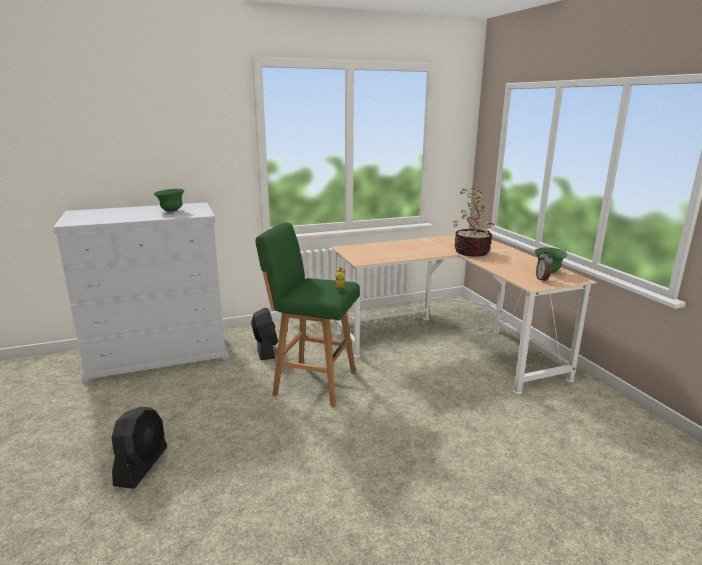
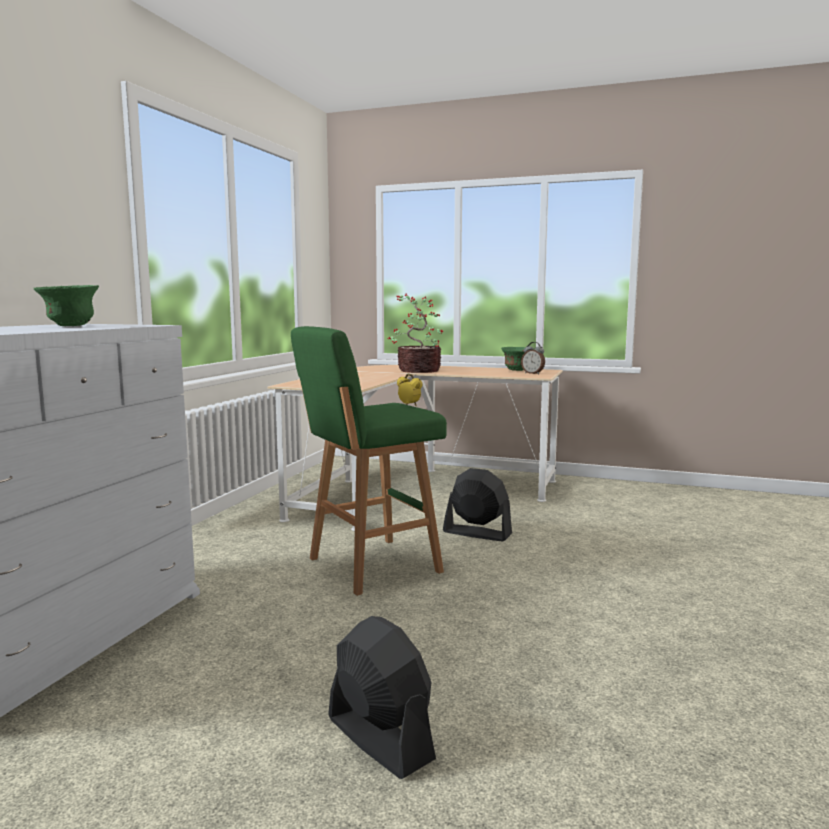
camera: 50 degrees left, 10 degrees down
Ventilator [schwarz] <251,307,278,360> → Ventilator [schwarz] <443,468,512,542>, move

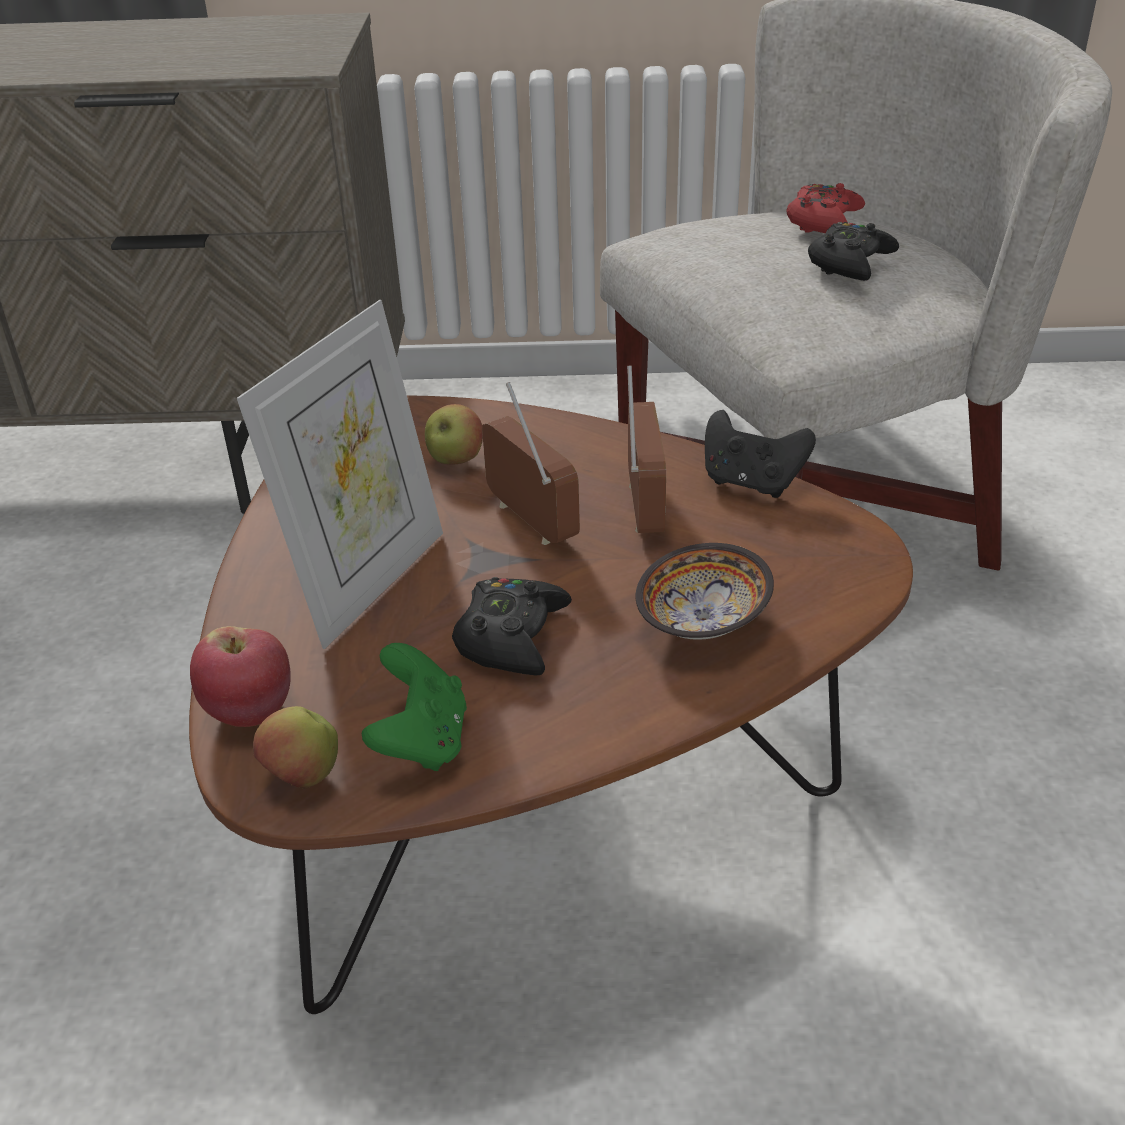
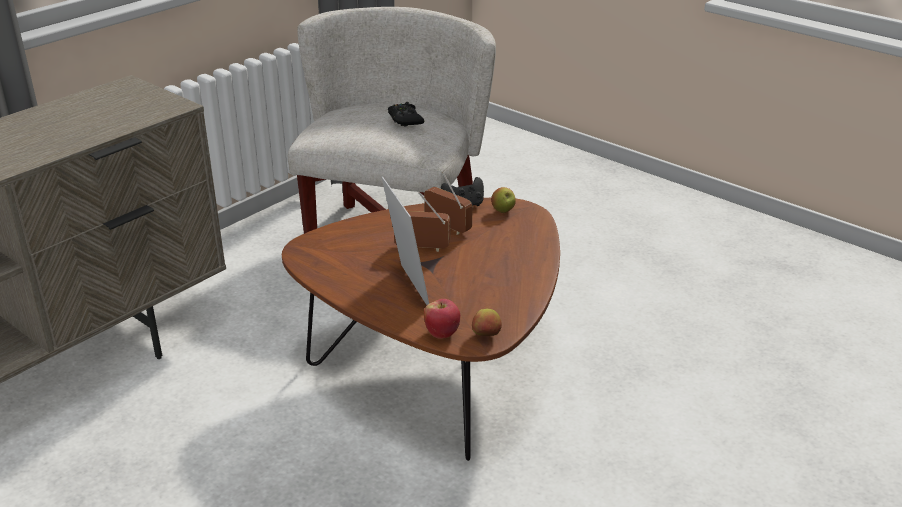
camera: 50 degrees left, 5 degrees down
Gamepad [grün] <362,643,467,771> → -
Apfel <425,404,483,465> → Apfel <491,187,516,213>, move
Gamepad [schwarz] <452,577,572,675> → -
Schüssel <636,543,774,640> → -
Gamepad [rot] <787,183,865,233> → -

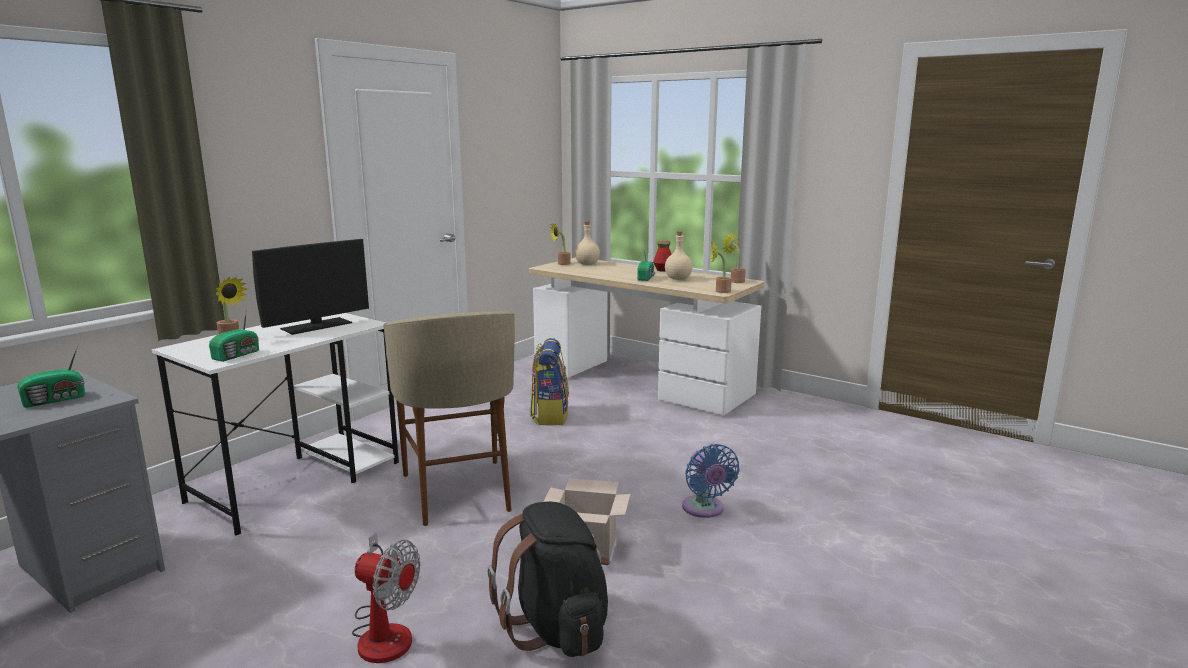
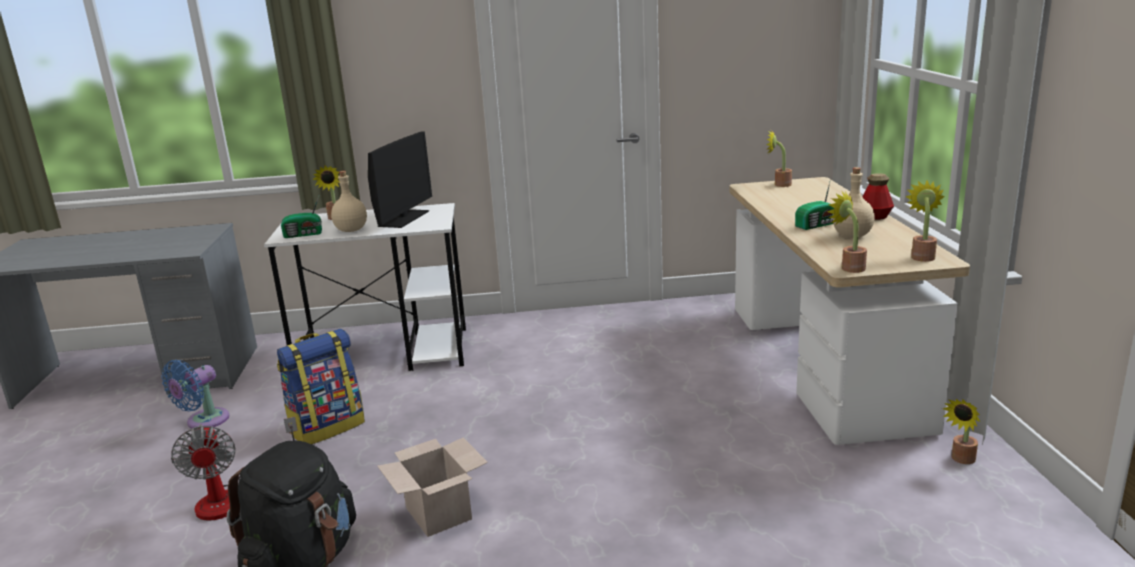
camera: 50 degrees right, 5 degrees up
Radio <17,343,85,408> → -
Monitor <252,239,369,335> → Monitor <368,132,432,228>, 75 degrees counterclockwise
Hocker [beige] <384,311,515,526> → -
Rucksack <530,338,569,425> → Rucksack <277,329,365,444>, move
Flasche [beige] <575,221,600,265> → Flasche [beige] <331,171,367,232>, move
Ventilator [blau] <682,444,740,518> → Ventilator [blau] <161,360,229,429>, move
- → Topfpflanze <943,399,980,464>

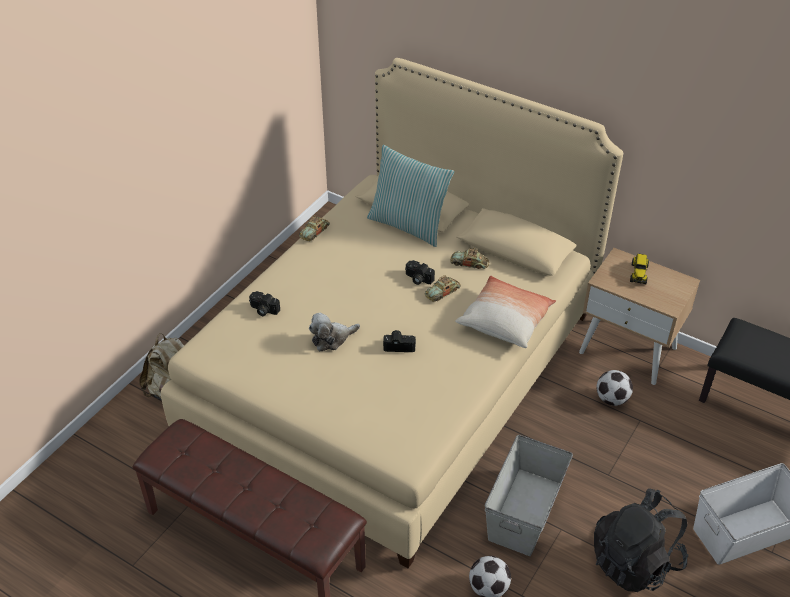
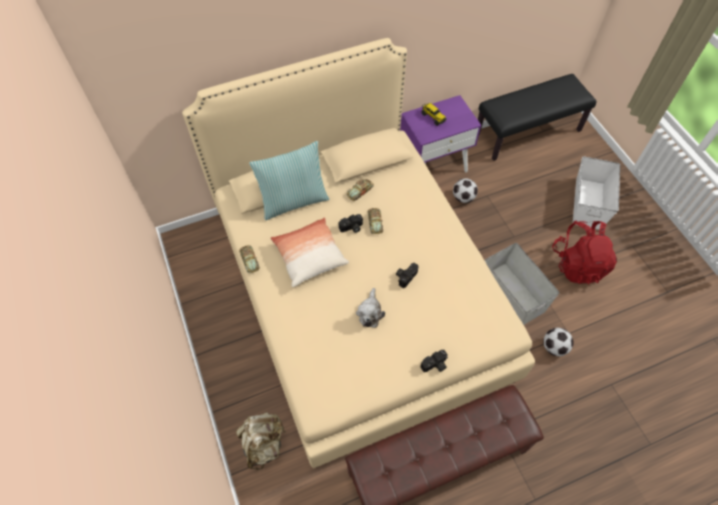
camera: 55 degrees left, 15 degrees up
Kamera <249,291,280,316> → Kamera <420,350,448,372>, move
Kissen <455,276,556,348> → Kissen <270,217,349,287>, move
Nachttisch [beige] <579,248,700,385> → Nachttisch [lila] <400,95,482,172>
Rucksack [schwarz] <594,488,688,592> → Rucksack [rot] <552,221,617,284>

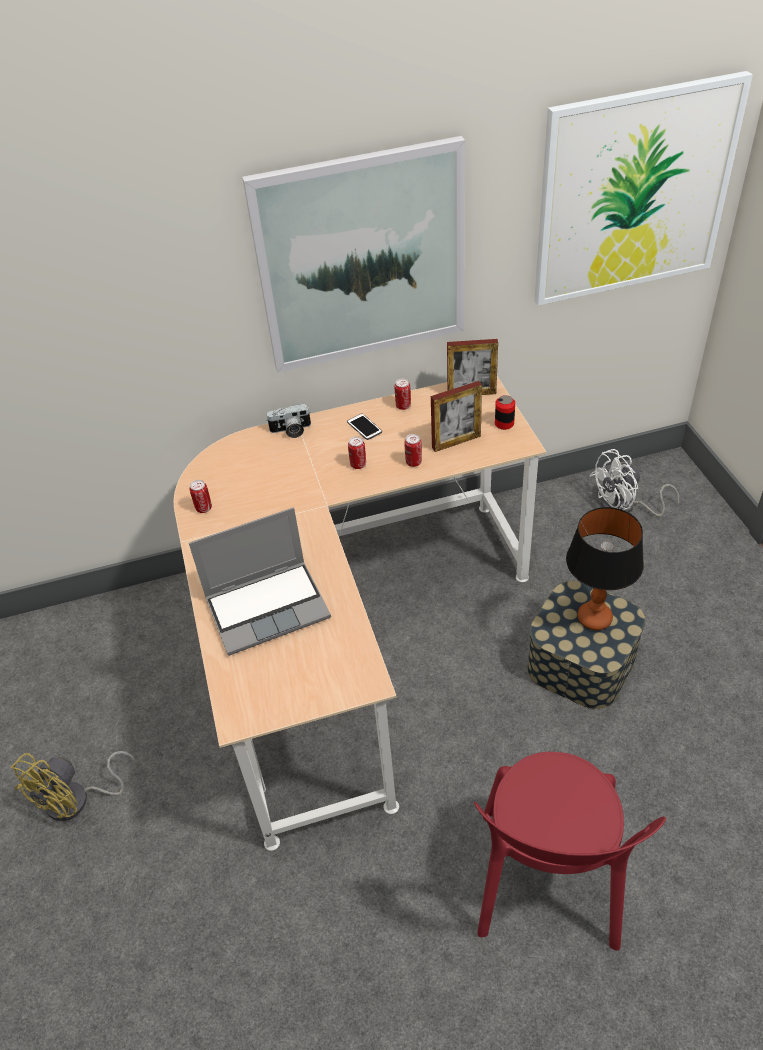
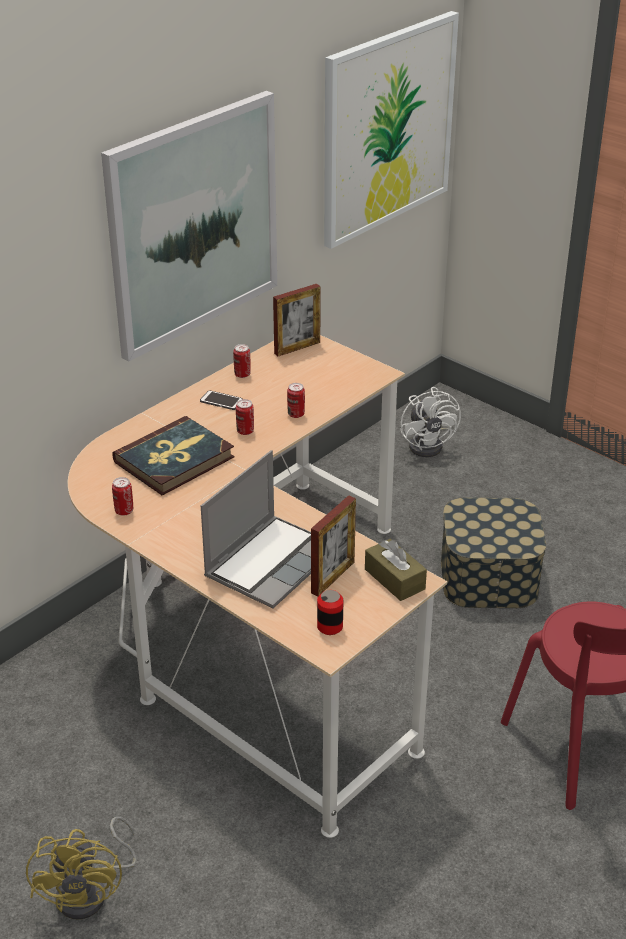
camera: 35 degrees left, 10 degrees down
Kamera <266,404,311,438> → -
Bilderrahmen <431,381,482,452> → Bilderrahmen <311,495,356,596>, move
Dose <495,395,515,430> → Dose <317,590,343,635>, move
Tischlampe <566,507,644,630> → -
Ventilator [weiß] <590,449,679,517> → Ventilator [weiß] <400,387,461,457>, 45 degrees counterclockwise
- → Buch <112,416,234,496>
- → Taschentuchbox [braun] <365,539,427,601>

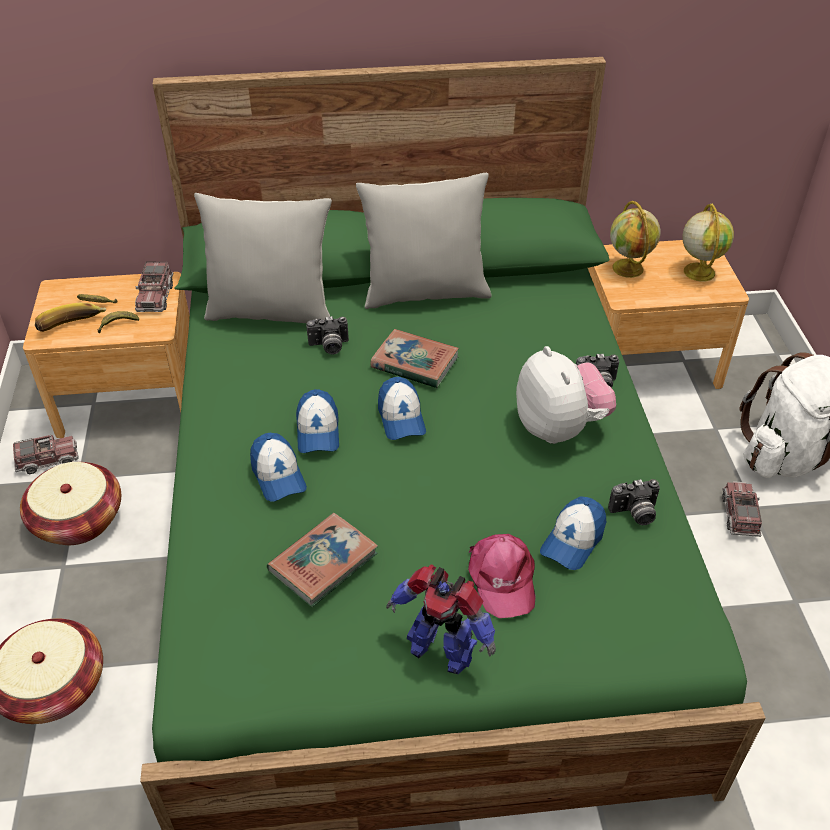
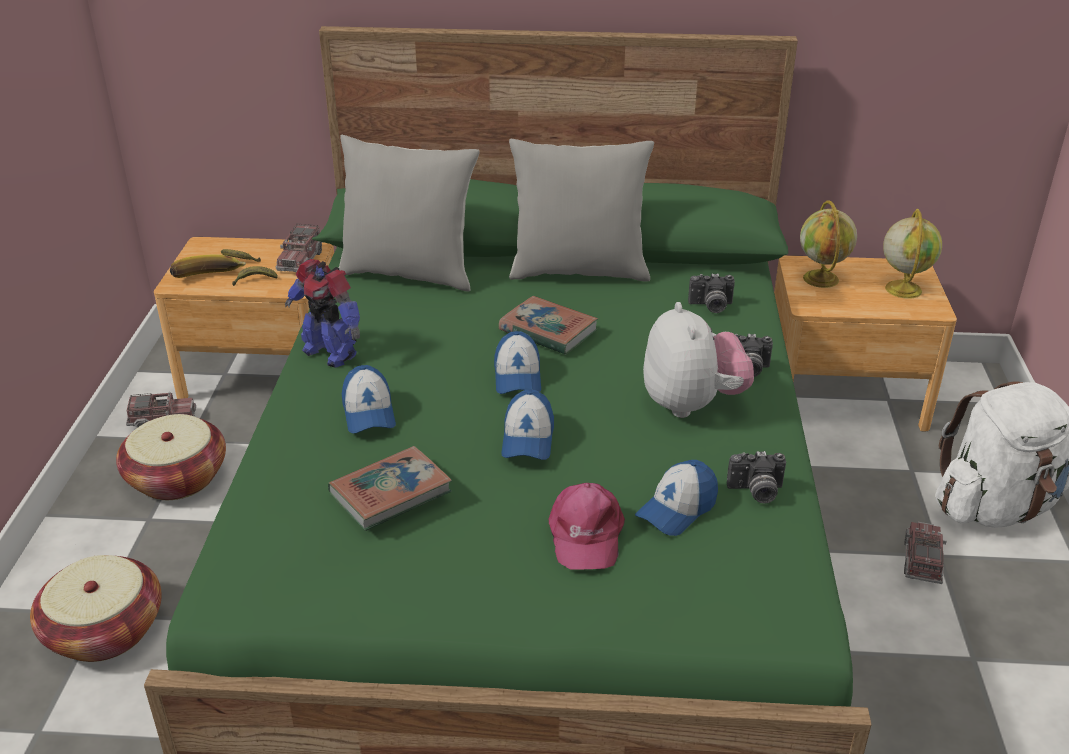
camera: 10 degrees right, 10 degrees down
Kappe <296,389,339,453> → Kappe <501,390,554,460>, move
Kamera <306,316,349,354> → Kamera <688,273,735,313>, move
Spielzeugroboter <386,565,496,674> → Spielzeugroboter <285,259,360,368>, move

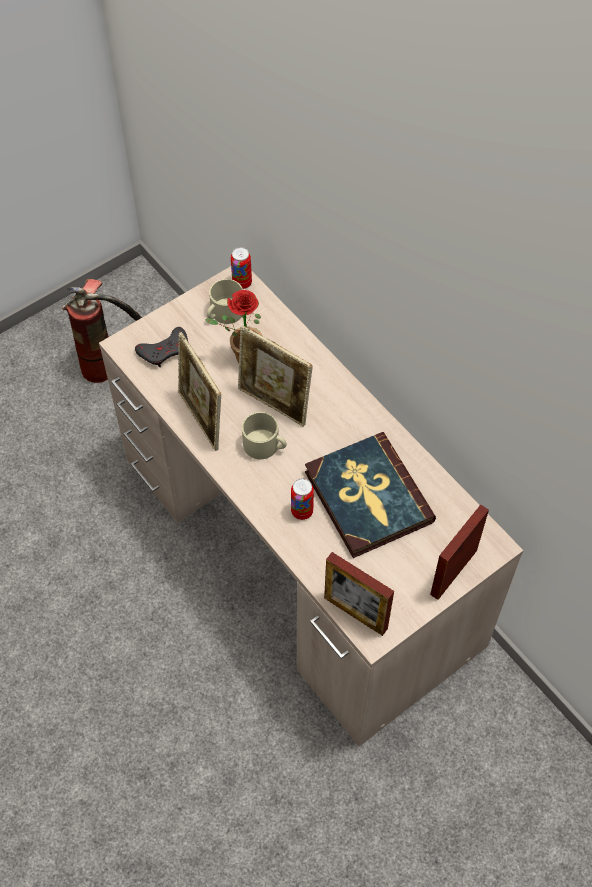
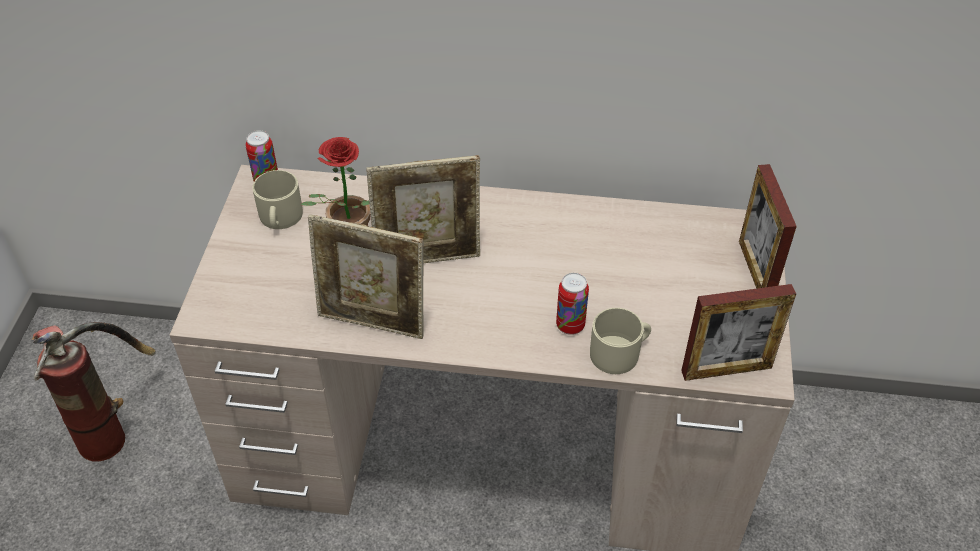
camera: 45 degrees left, 10 degrees down
Gamepad [grau] <135,327,188,367> → -
Henkelbecher [beige] <242,412,287,459> → Henkelbecher [beige] <590,308,651,374>, move
Buch <305,432,436,558> → -

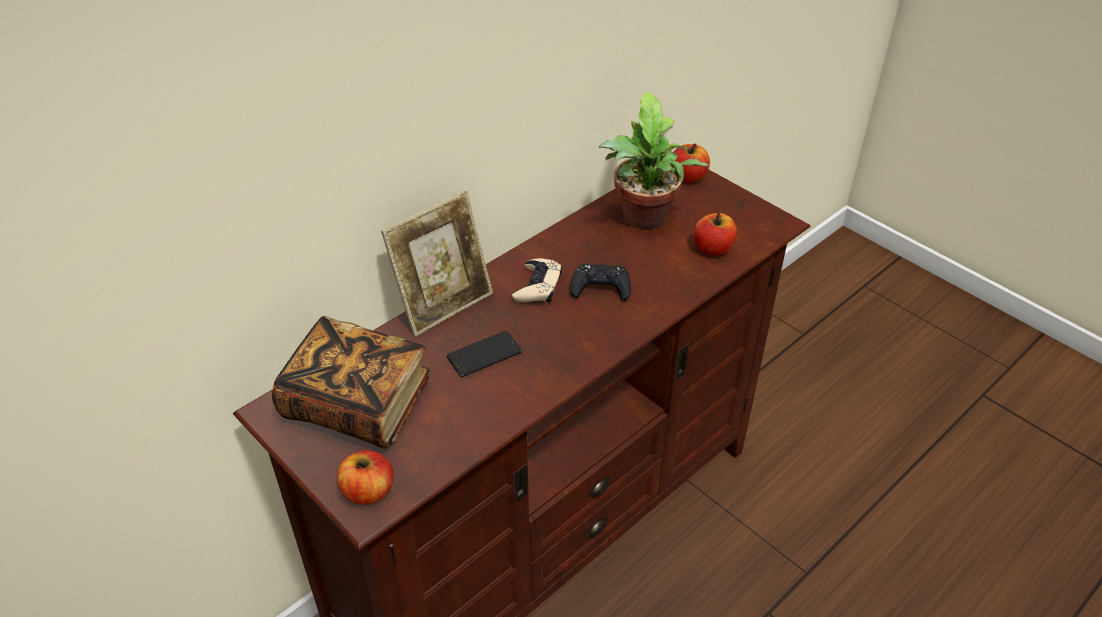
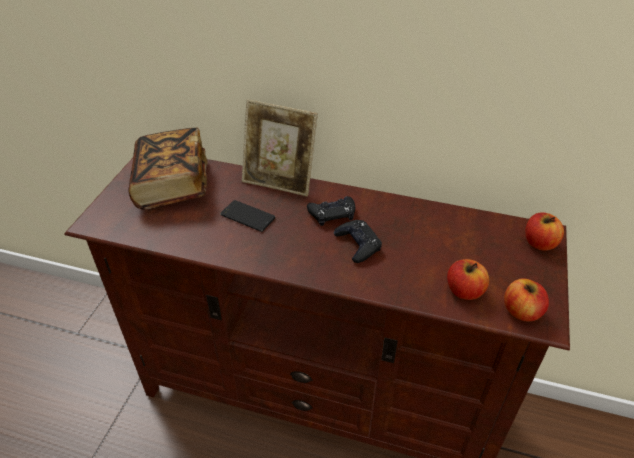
camera: 60 degrees right, 0 degrees up
Apfel <337,450,394,505> → Apfel <504,279,549,322>, move
Gamepad [beige] <512,258,562,303> → Gamepad [schwarz] <307,196,355,226>
Topfpflanze <599,92,708,229> → -

